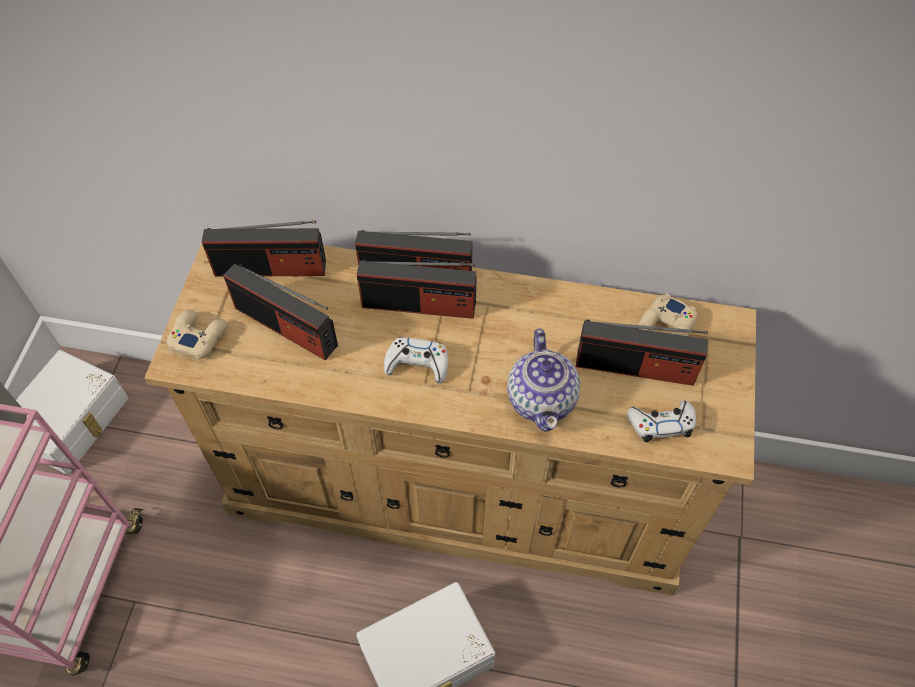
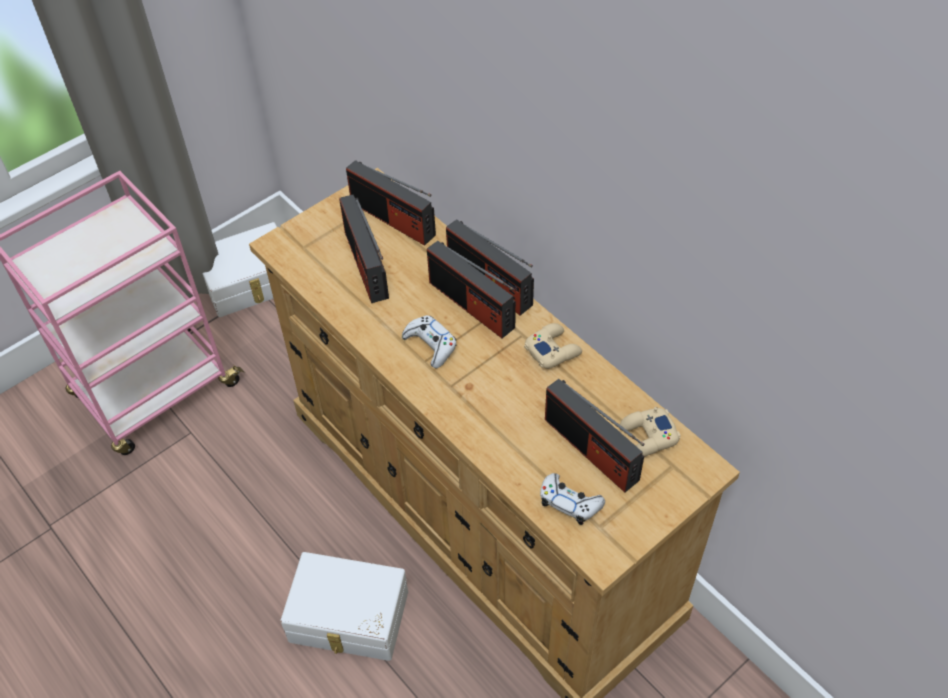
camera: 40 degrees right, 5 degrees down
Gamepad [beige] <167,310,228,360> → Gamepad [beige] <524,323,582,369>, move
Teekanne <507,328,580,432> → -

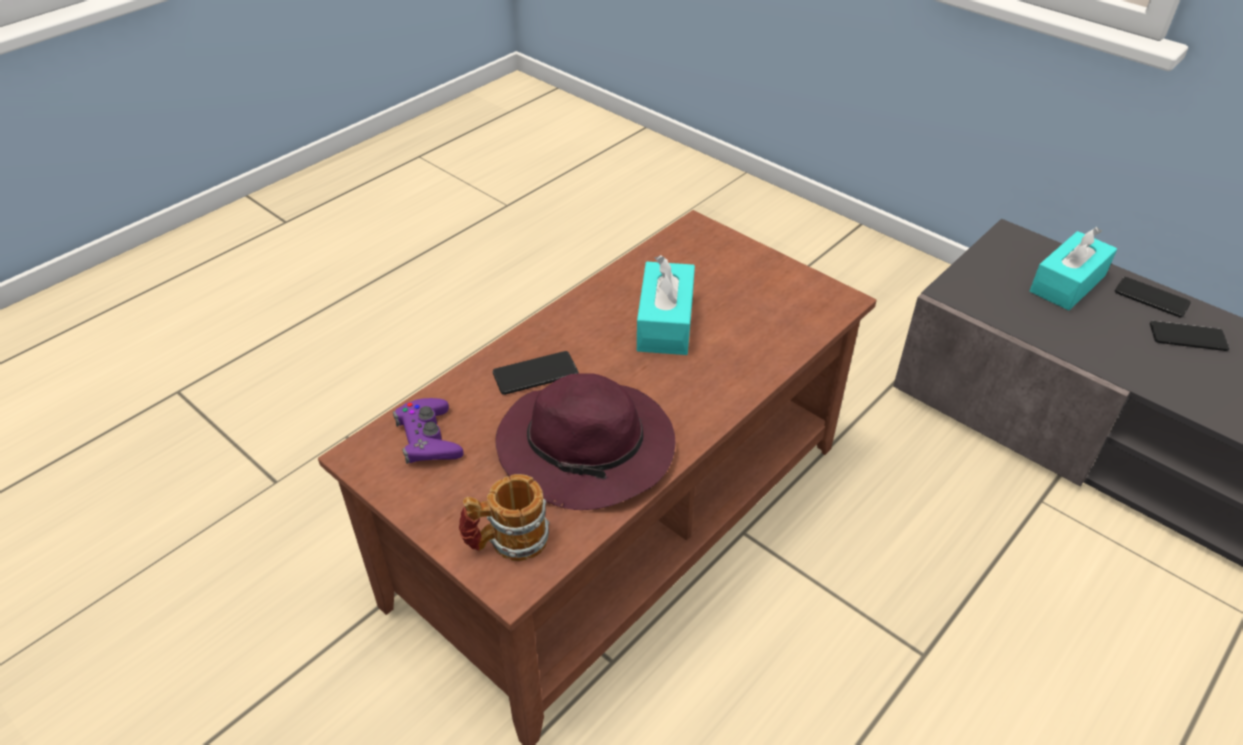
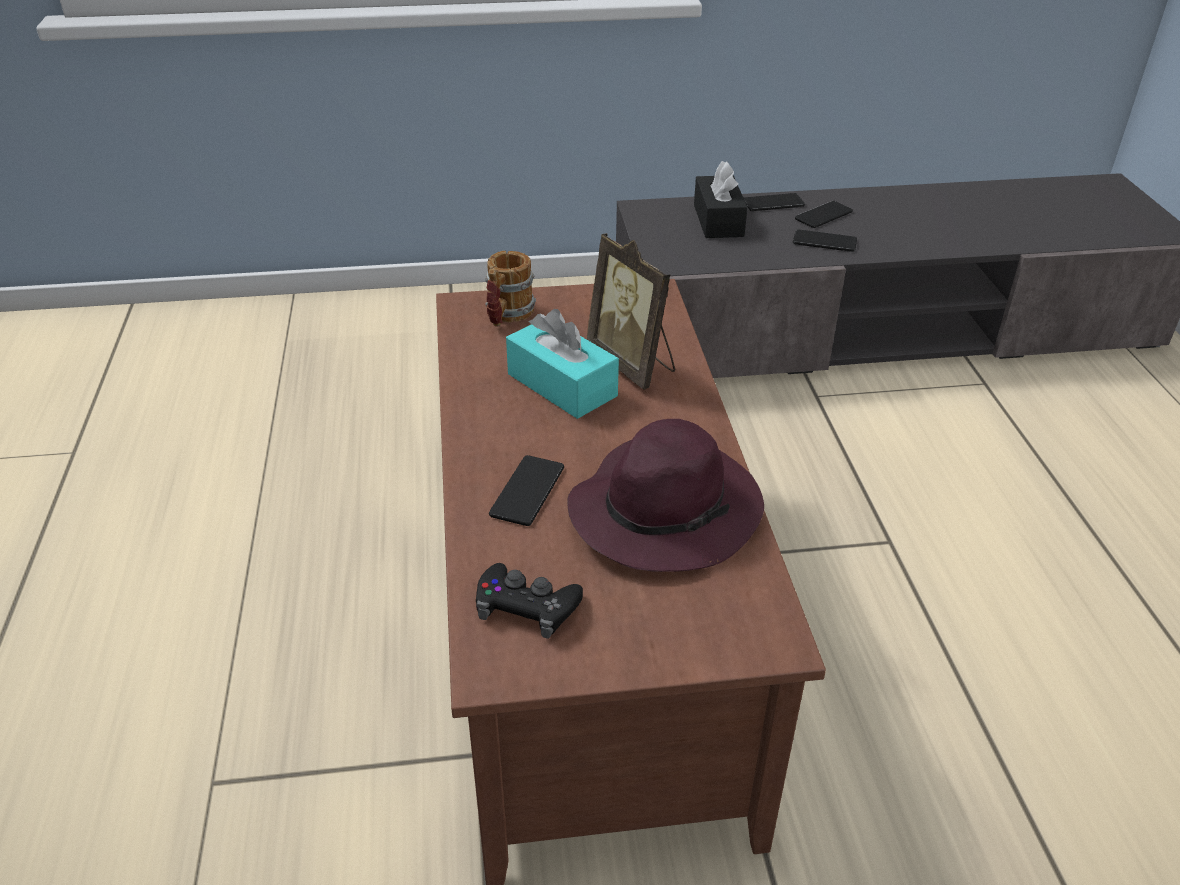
camera: 50 degrees left, 5 degrees down
Gamepad [lila] <393,398,464,464> → Gamepad [schwarz] <476,563,583,639>
Henkelbecher <459,474,549,561> → Henkelbecher <485,251,536,327>, move
Taschentuchbox [türkis] <1030,227,1117,310> → Taschentuchbox [schwarz] <694,161,748,238>
- → Bilderrahmen <587,233,675,390>
- → Handy <793,229,857,252>

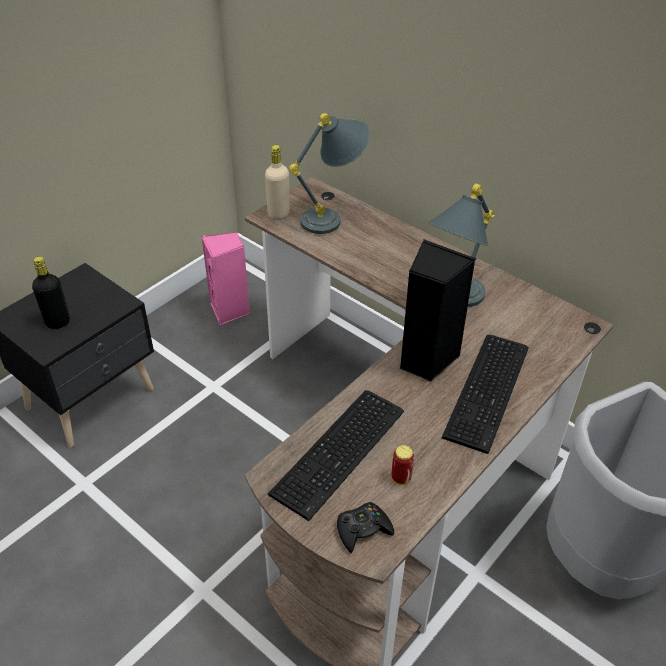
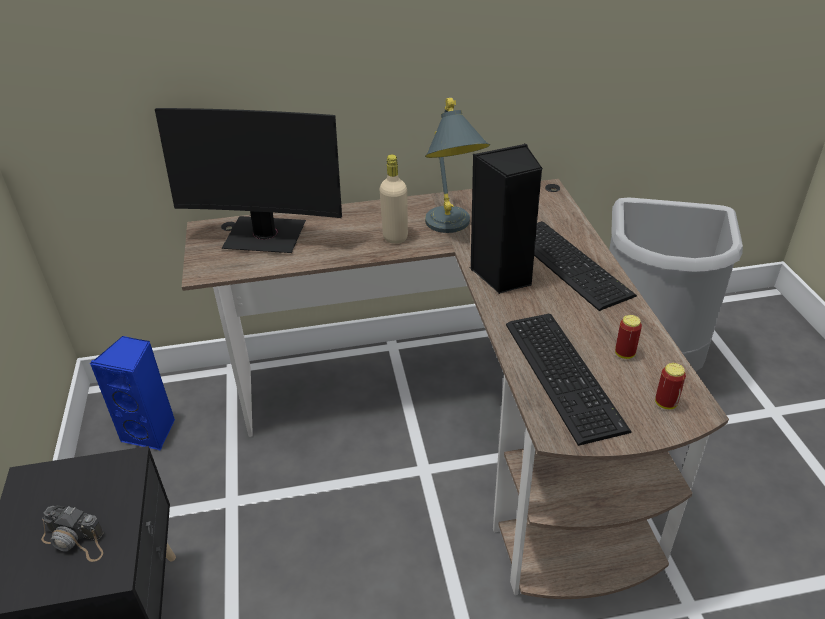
camera: 50 degrees left, 5 degrees down
Flasche [schwarz] <32,256,70,329> → Kamera <41,505,104,562>
Lautsprecher [rosa] <202,232,250,325> → Lautsprecher [blau] <90,336,175,451>
Flasche [beige] <265,145,290,220> → Flasche [beige] <380,154,408,244>, move
Tischlampe [grau] <289,113,370,234> → Monitor <155,108,342,253>
Gamepad [schwarz] <337,502,394,553> → Dose <655,363,686,409>

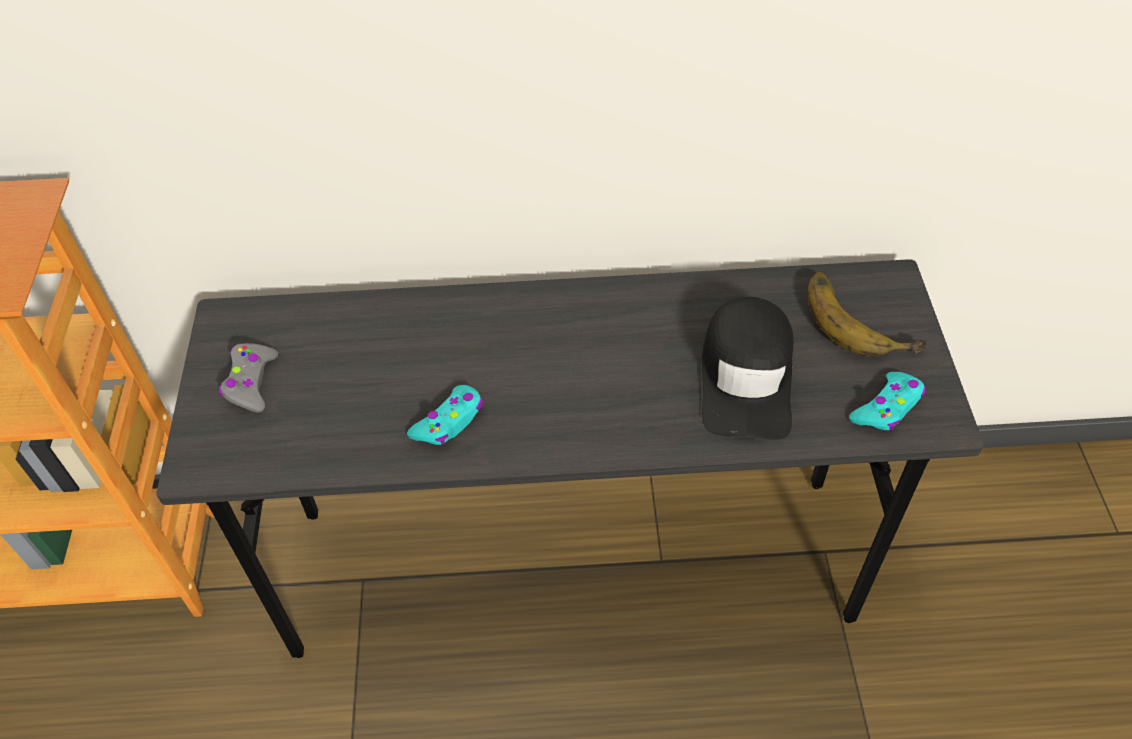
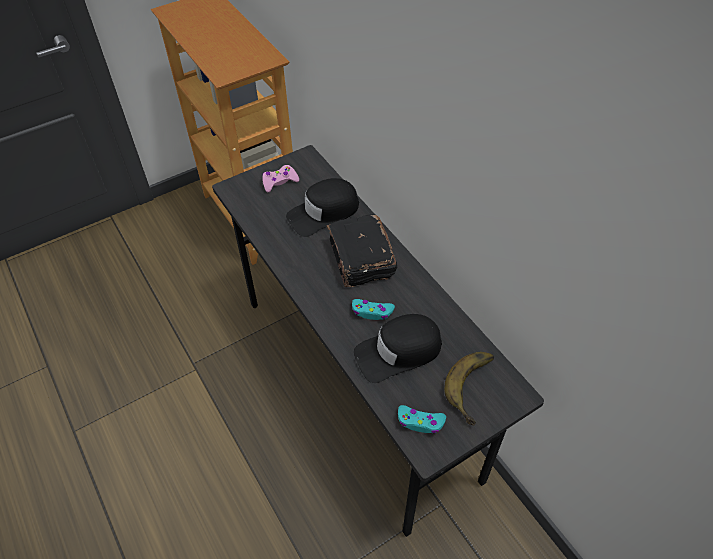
camera: 60 degrees right, 0 degrees up
Gamepad [grau] <219,343,278,412> → Gamepad [rosa] <262,165,299,192>
Gamepad [türkis] <407,385,483,445> → Gamepad [türkis] <352,299,395,320>, move
- → Kappe [schwarz] <286,178,359,237>
- → Buch [schwarz] <327,214,397,287>

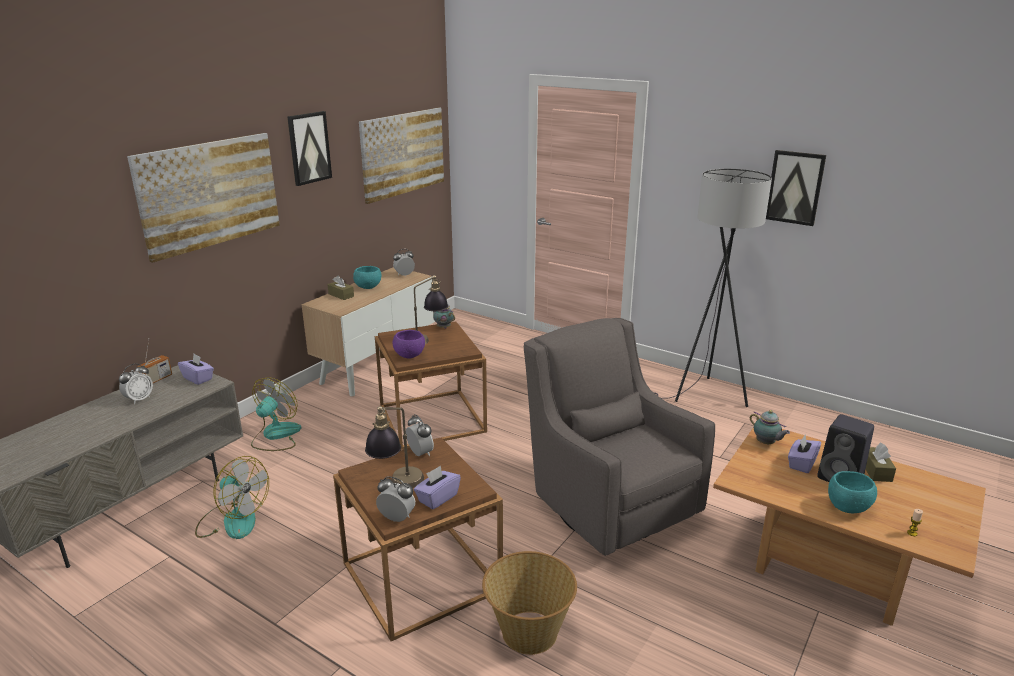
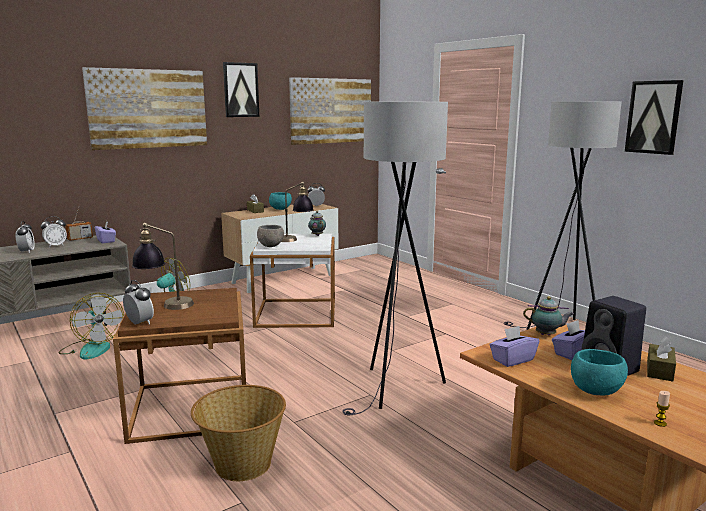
camera: 20 degrees right, 10 degrees down
Beistelltisch [braun] <375,322,487,450> → Beistelltisch [weiß] <250,234,335,328>
Schüssel [lila] <393,330,425,359> → Schüssel [grau] <257,225,284,247>
Wecker <406,414,434,456> → Wecker <15,221,35,253>, move
Taschentuchbox [lila] <414,465,461,509> → Taschentuchbox [lila] <489,326,539,367>, move
Sessel [grau] <524,318,715,556> → Stehlampe [grau] <343,102,448,415>
Teekanne <750,410,790,444> → Teekanne <523,296,574,335>, 60 degrees counterclockwise

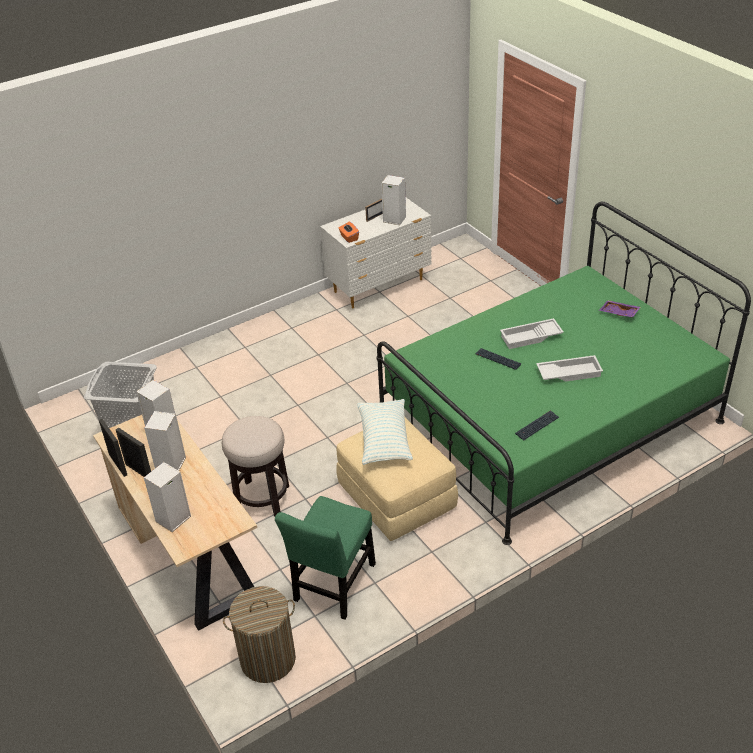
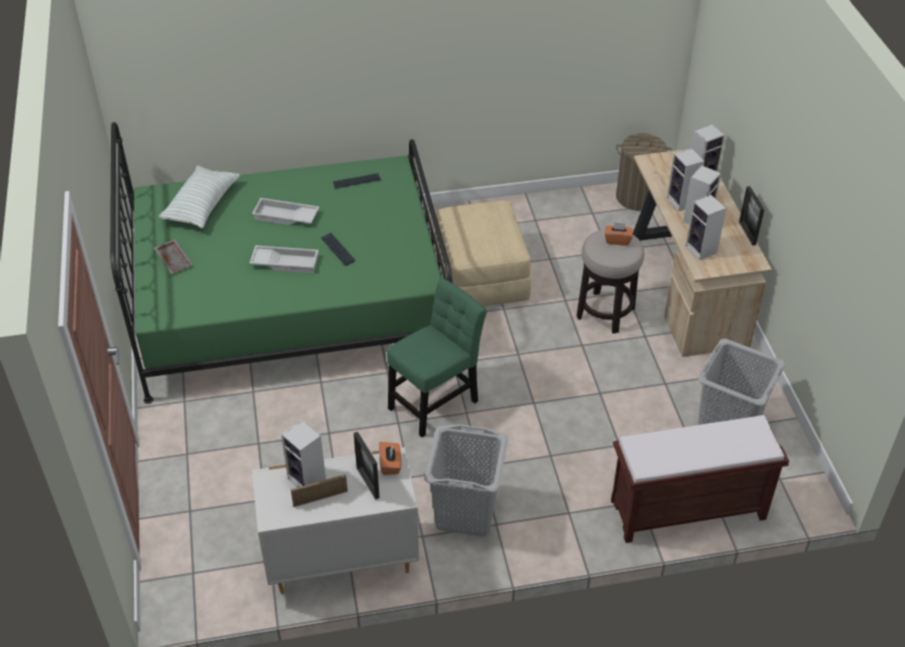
camera: 160 degrees left, 5 degrees up
Bilderrahmen <116,428,151,477> → Bilderrahmen <354,432,380,500>, move
Stuhl [grün] <275,496,376,620> → Stuhl [grün] <387,278,487,437>, move
Kissen <357,399,413,465> → Kissen <158,166,240,229>, move
Tablett [lila] <599,300,641,318> → Tablett [grau] <154,239,193,274>
- → Wäschekorb [grau] <424,424,508,537>
- → Taschentuchbox [orange] <605,222,632,246>
- → Bank [braun] <611,415,789,543>
- → Lautsprecher <667,148,705,211>

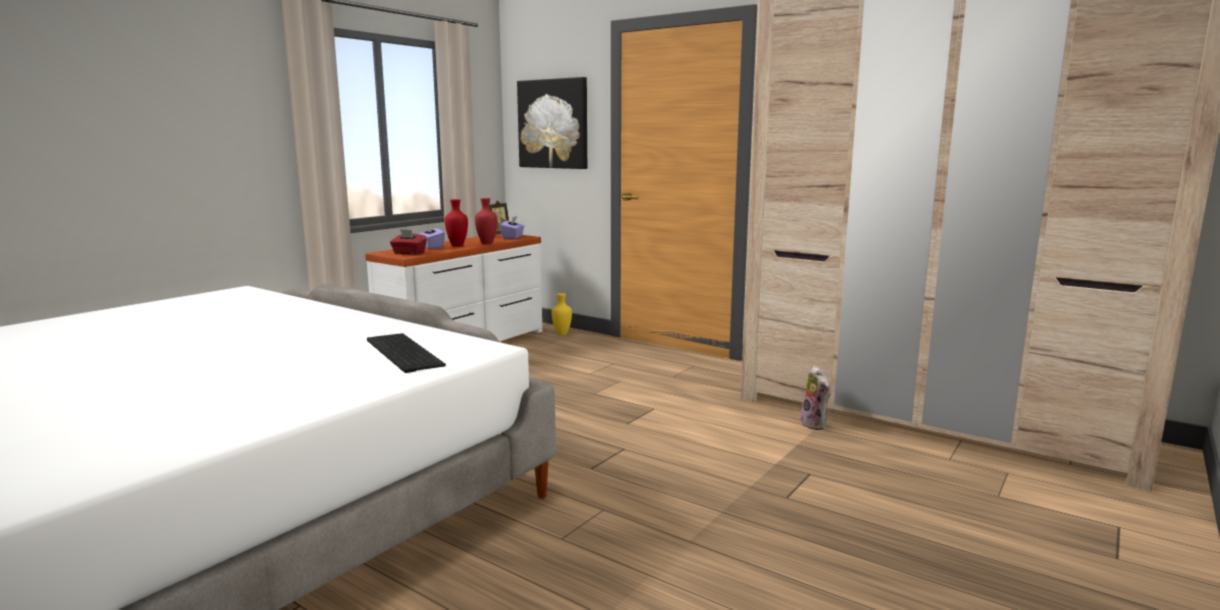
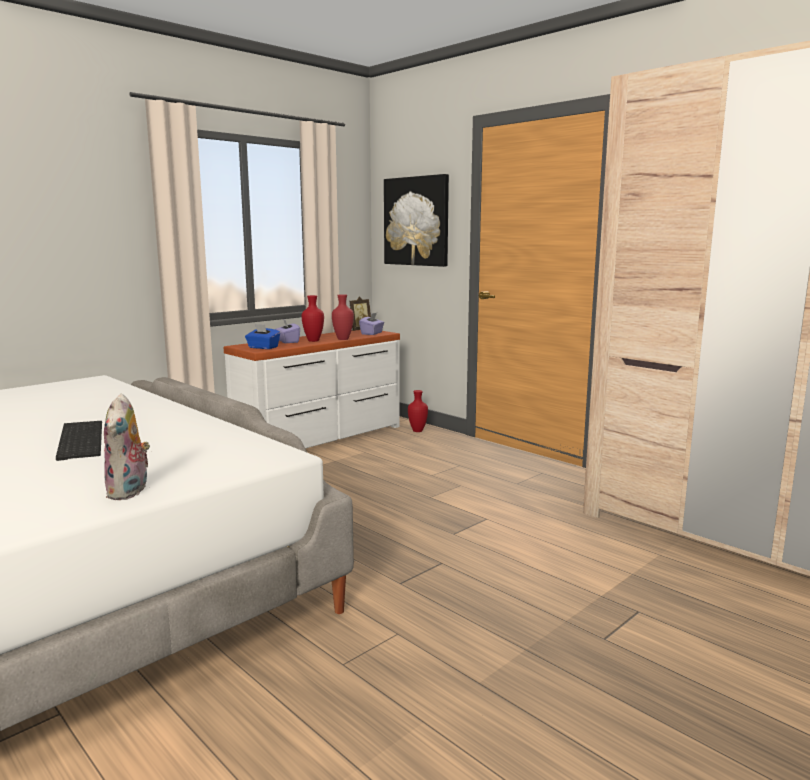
camera: 10 degrees right, 0 degrees up
Tastatur <367,334,446,373> → Tastatur <56,421,102,461>, move
Taschentuchbox [rot] <390,229,427,255> → Taschentuchbox [blau] <245,324,280,349>
Vase [gelb] <551,293,572,336> → Vase [rot] <408,390,428,432>
Plüschtier <800,365,830,430> → Plüschtier <104,394,150,500>, move

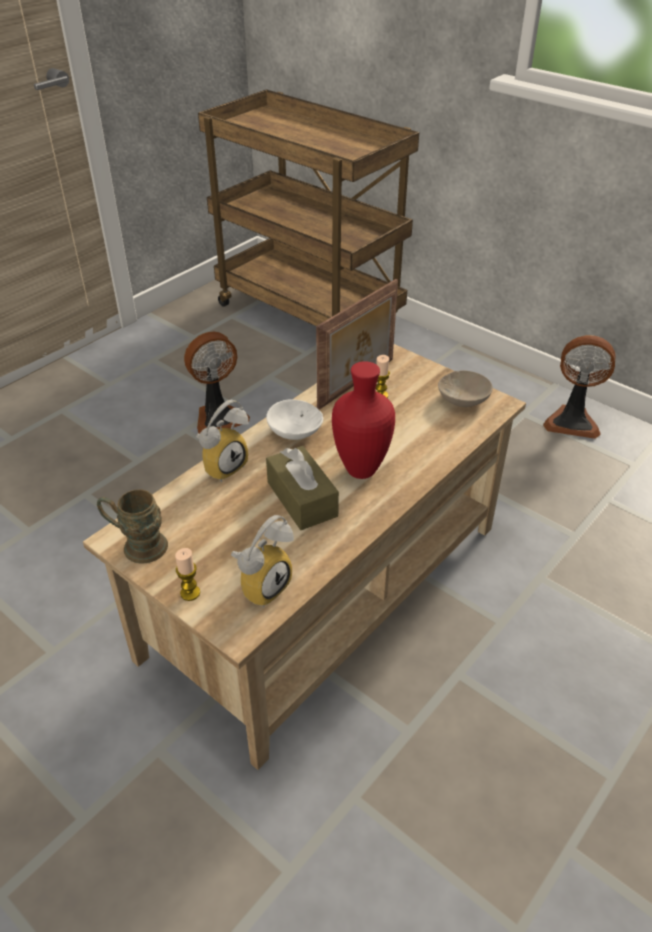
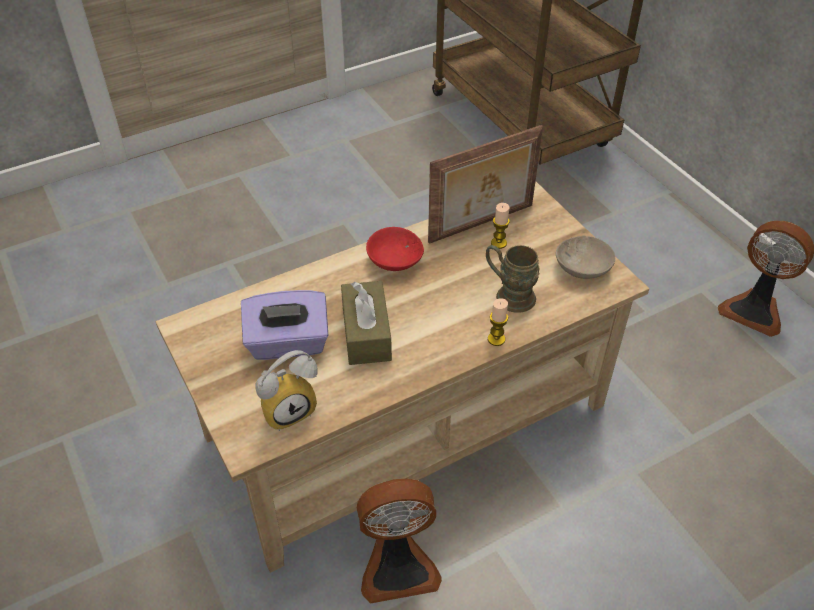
camera: 20 degrees right, 5 degrees up
Henkelbecher [braun] <97,489,168,564> → Henkelbecher [braun] <486,245,540,313>, move
Kerze <175,548,200,601> → Kerze <488,298,508,346>, move
Ventilator <184,332,250,434> → Ventilator <357,479,442,604>, move
Wecker <196,400,249,482> → -
Schüssel [weiß] <266,399,323,440> → Schüssel [rot] <366,227,424,271>
Vase [rot] <332,361,395,479> → -
- → Taschentuchbox [lila] <241,290,329,360>

